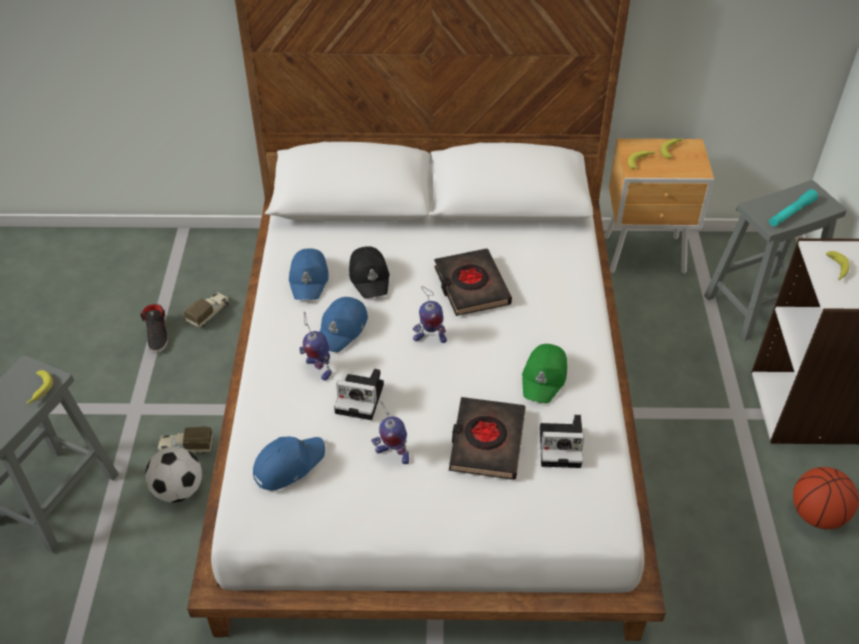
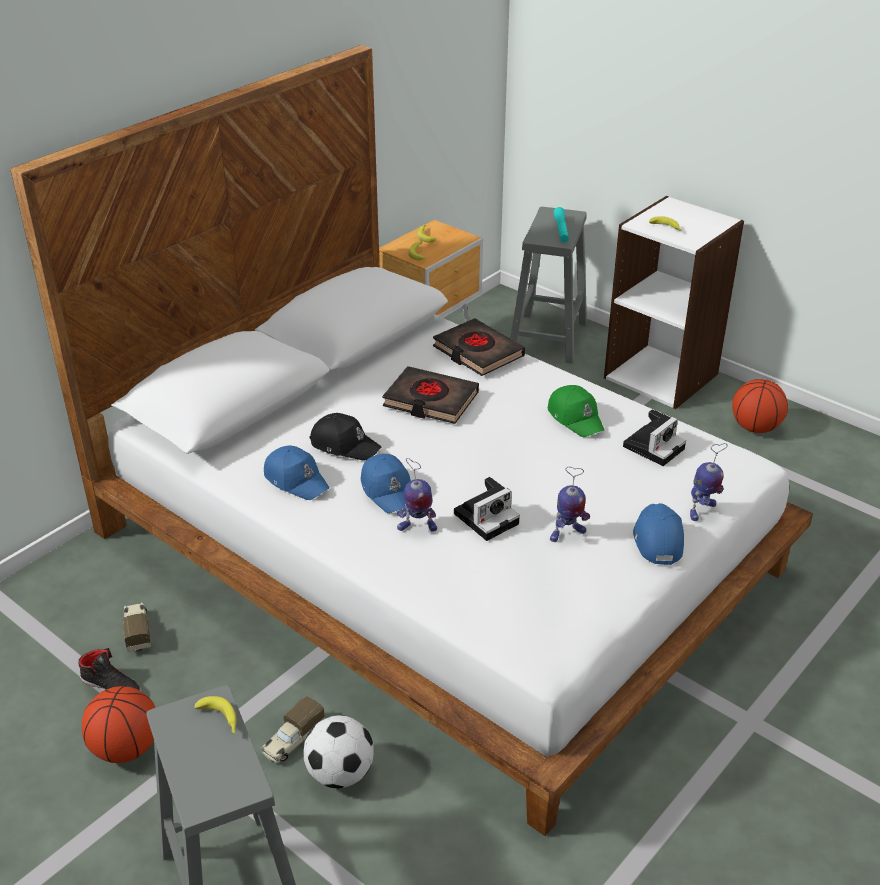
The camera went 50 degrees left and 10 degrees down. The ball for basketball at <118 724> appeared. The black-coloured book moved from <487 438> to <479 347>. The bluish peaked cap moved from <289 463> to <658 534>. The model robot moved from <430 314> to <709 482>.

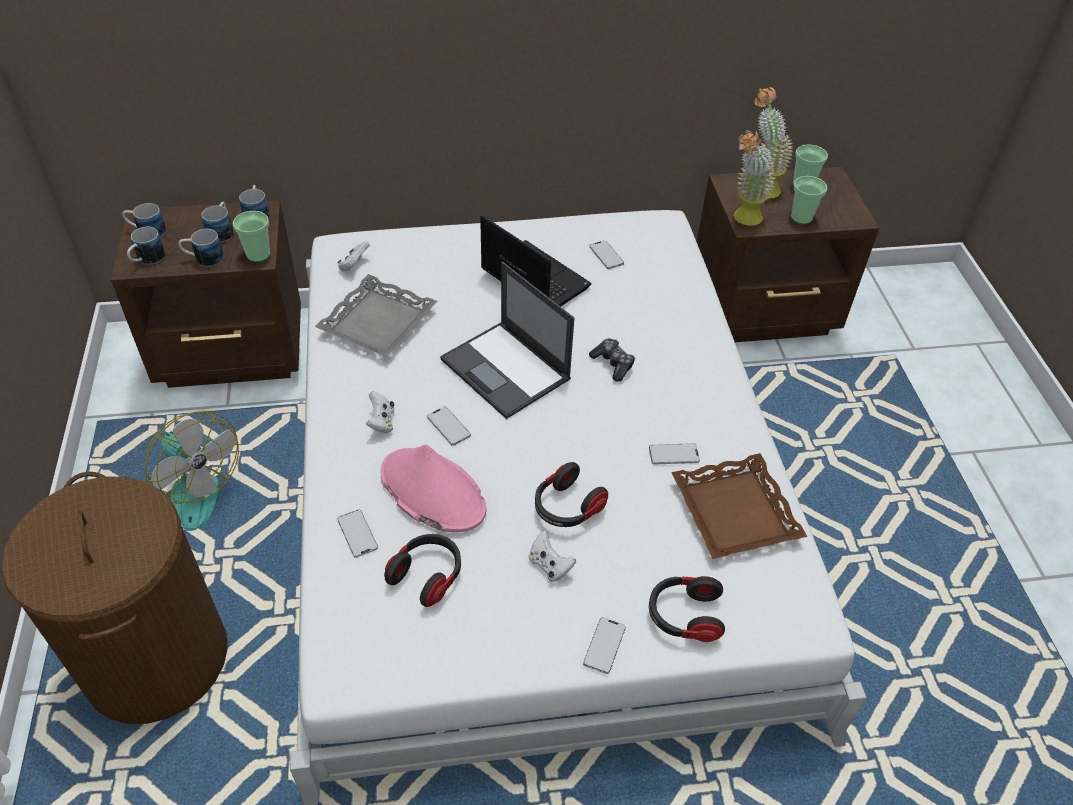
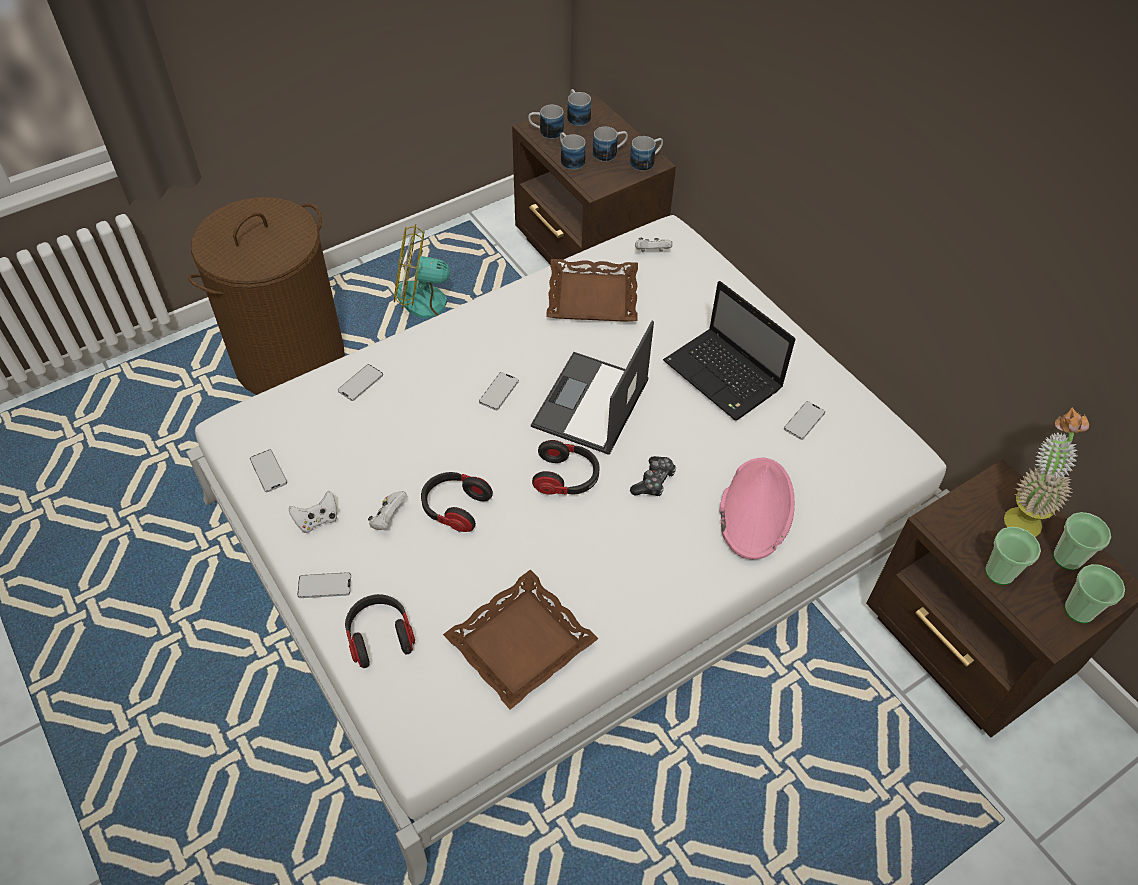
The camera went 65 degrees right and 5 degrees up. The phone moved from <674 454> to <268 471>. The whitish game controller moved from <380 412> to <313 512>. The fan at <192 471> turned 75 degrees clockwise. The headset moved from <422 570> to <566 467>. The grey serving tray at <376 315> became the brownish serving tray at <592 290>. The portable computer at <536 261> turned 120 degrees clockwise. The pink-coloured wearable hat moved from <433 488> to <757 508>. The drinking cup moved from <251 236> to <1094 593>. The plant in a pot at <755 178> disappeared.

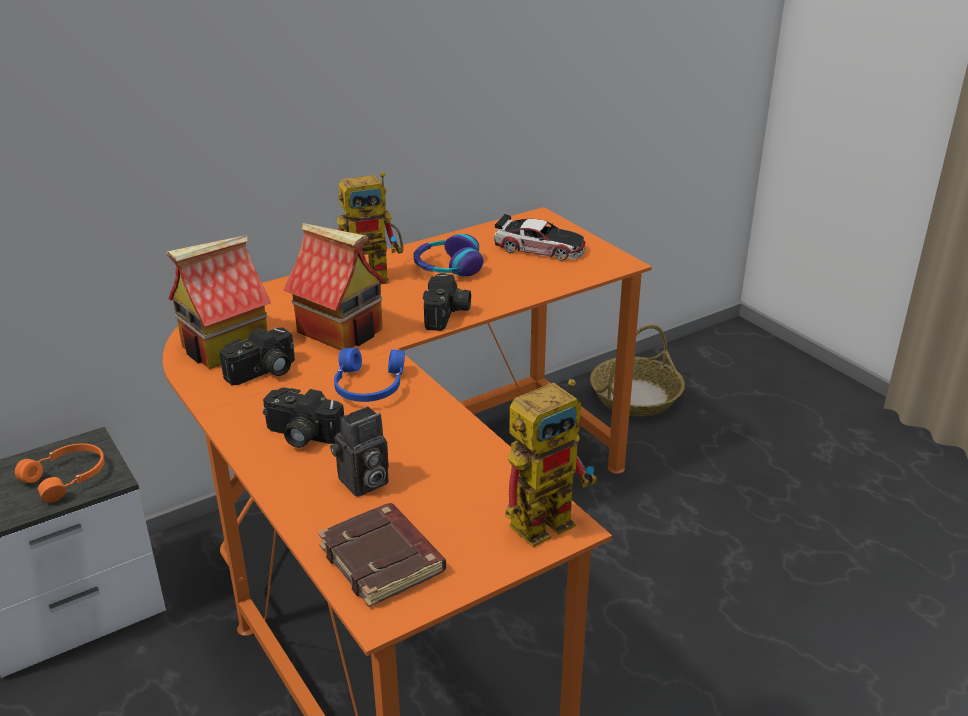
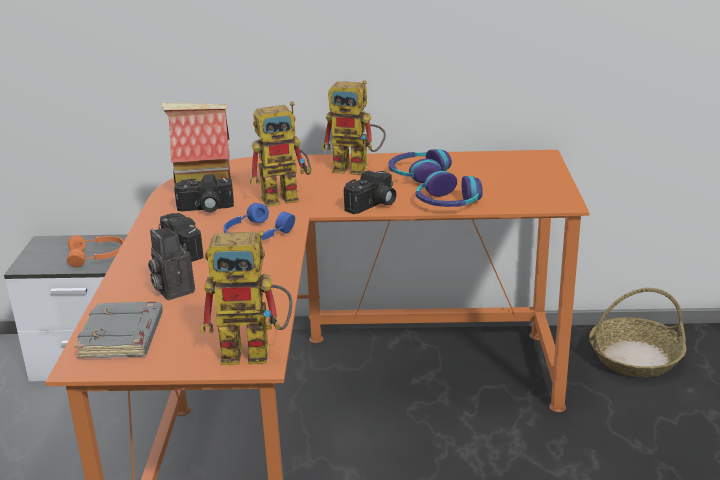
The camera went 35 degrees right and 5 degrees down. The brownish book at <382 555> became the grey book at <118 330>. The photo camera at <359 451> turned 60 degrees clockwise. The miniature house at <335 286> was replaced by the model robot at <280 154>. The headset at <449 189> appeared. The miniature car at <539 237> disappeared.

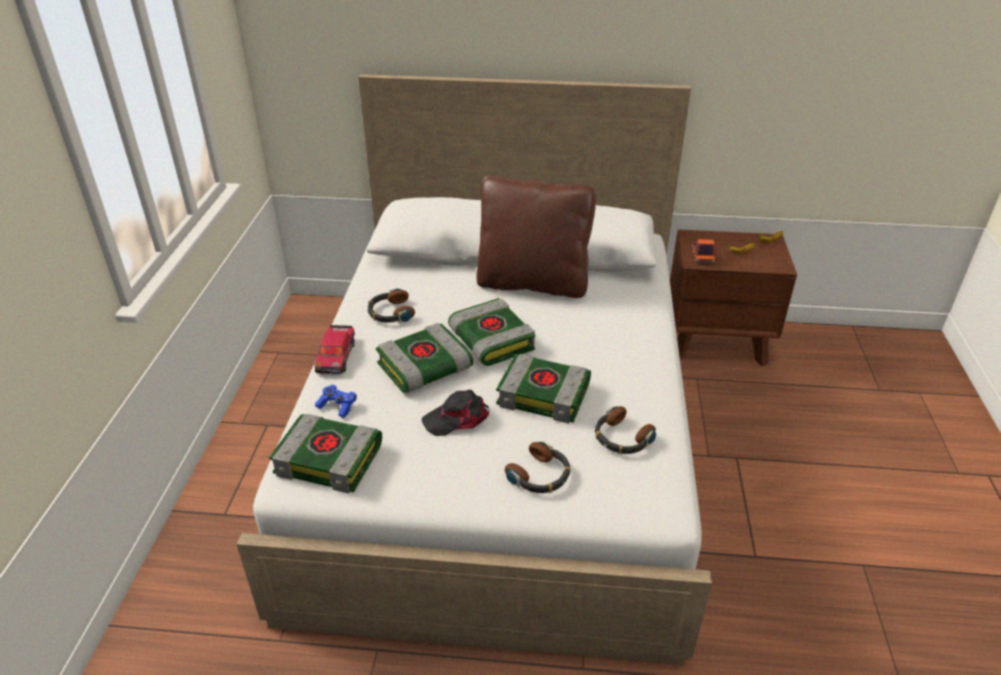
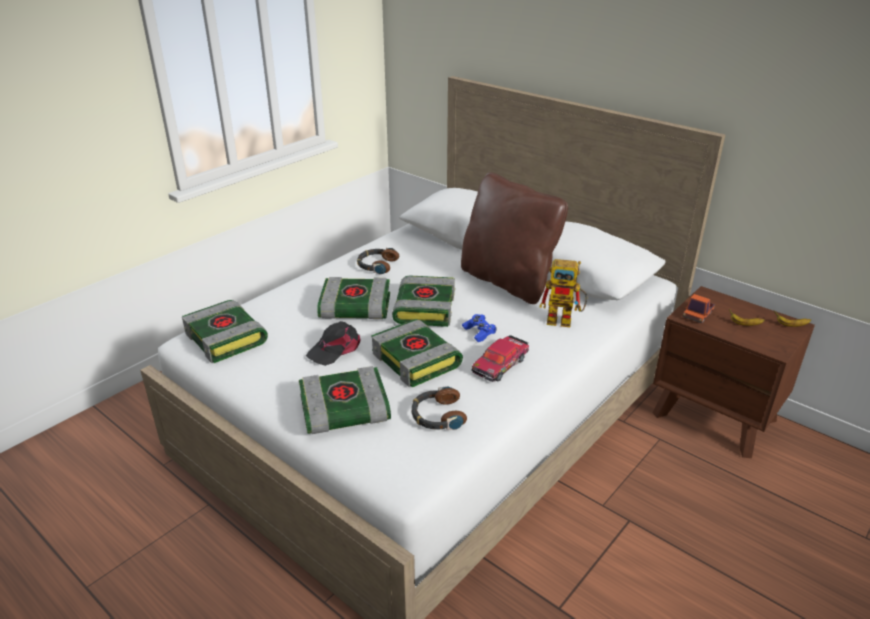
The camera went 35 degrees right and 5 degrees down. The headset at <537 467> was replaced by the book at <345 400>. The black-coloured peaked cap at <455 413> turned 60 degrees counterclockwise. The bluish game controller moved from <336 401> to <479 328>. The miniature car moved from <335 349> to <500 358>. The model robot at <563 293> appeared.

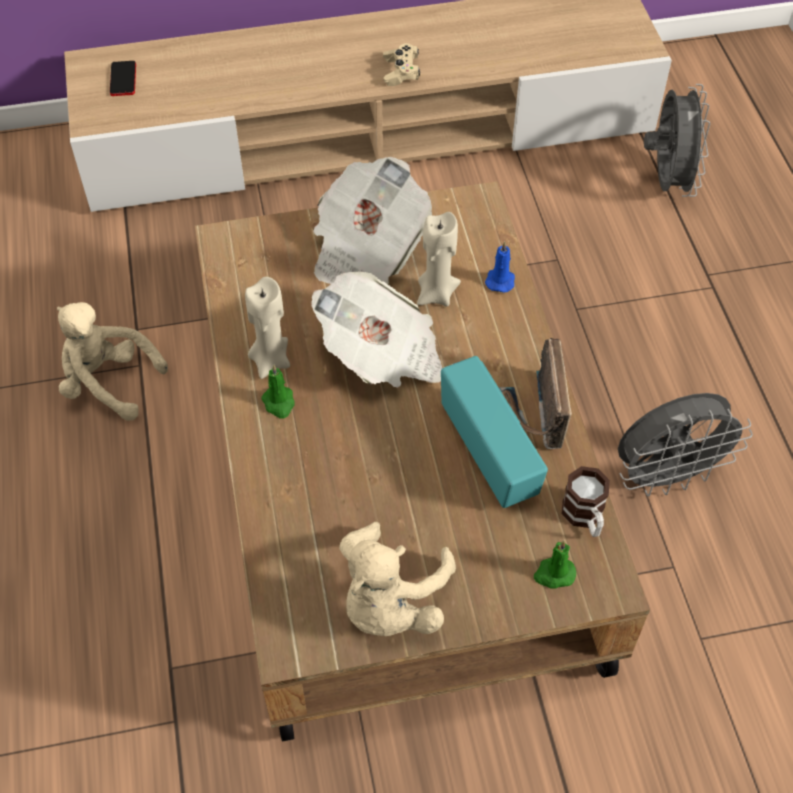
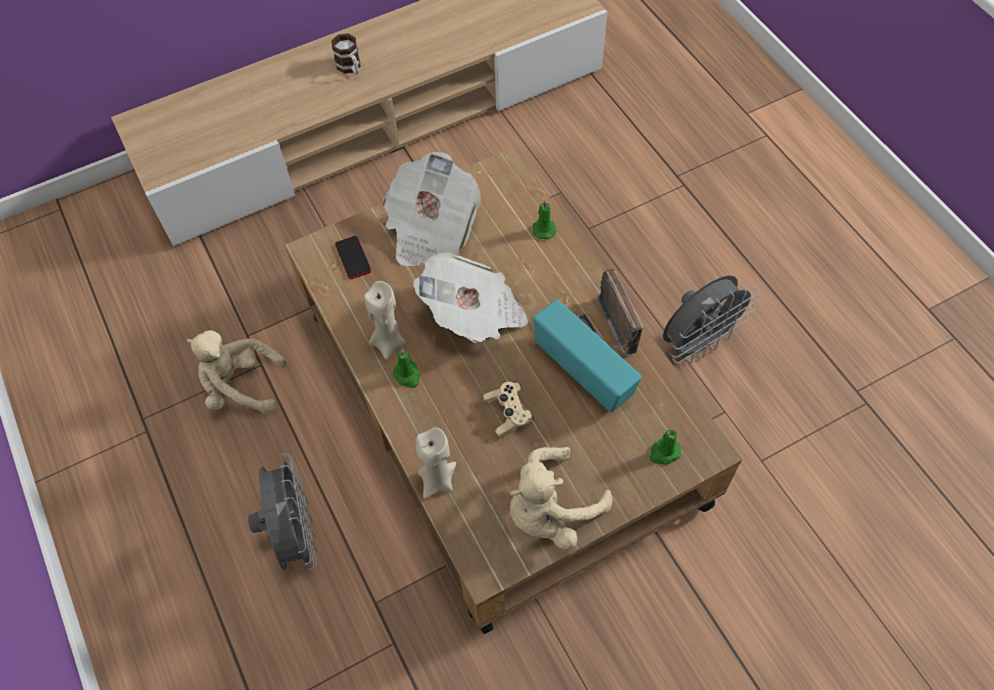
The camera went 15 degrees left and 5 degrees up. The grey fan moved from <677 140> to <282 512>. The coffee mug moved from <586 501> to <346 53>. The phone moved from <123 78> to <353 257>. The sand-coloured wax light moved from <439 259> to <436 463>. The sand-coloured game controller moved from <401 64> to <508 409>. The sand-coloured soft toy at <397 579> turned 45 degrees clockwise. The bluish wax light at <500 267> became the green wax light at <545 219>.

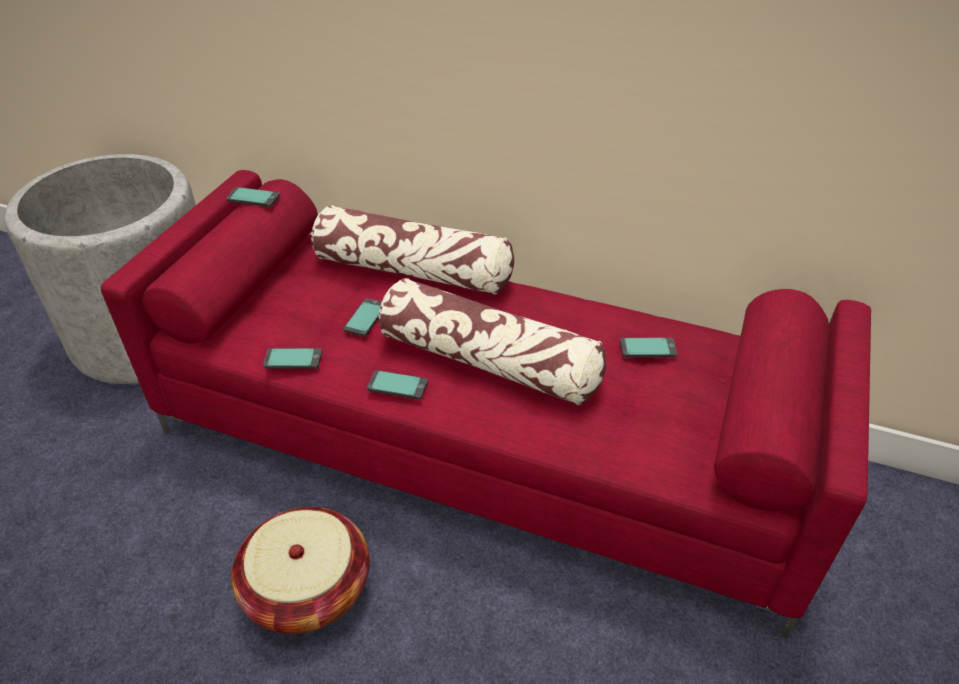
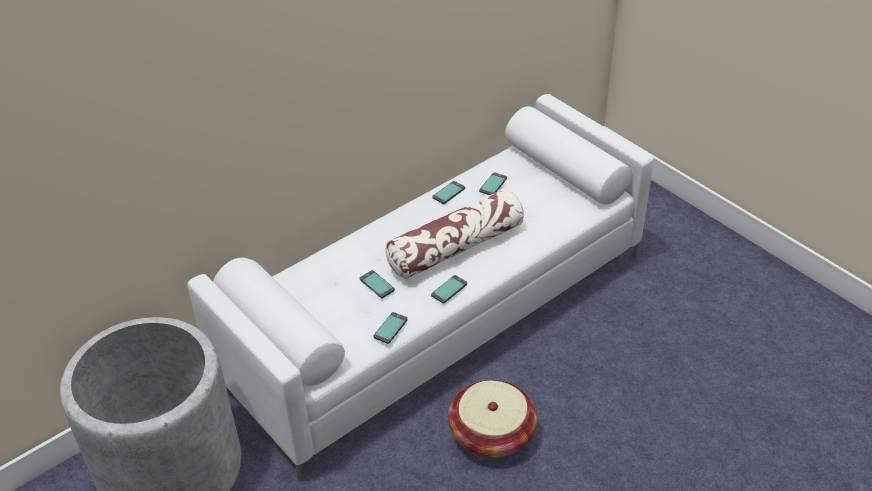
The camera went 60 degrees left and 0 degrees up. The red-coloured couch at <486 404> became the whitish couch at <420 287>. The phone moved from <253 197> to <449 192>. The pillow at <412 249> disappeared.

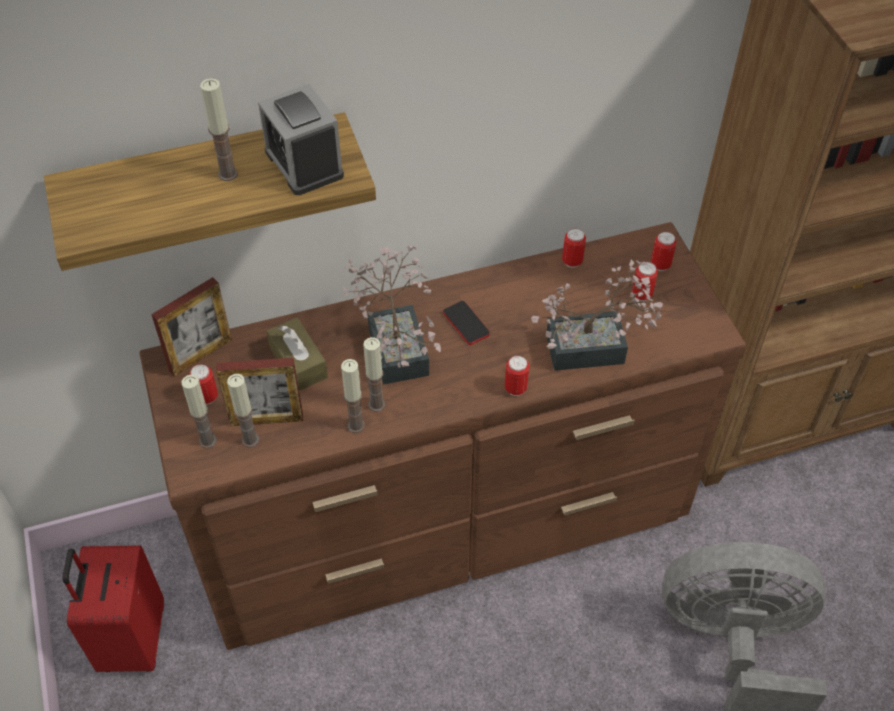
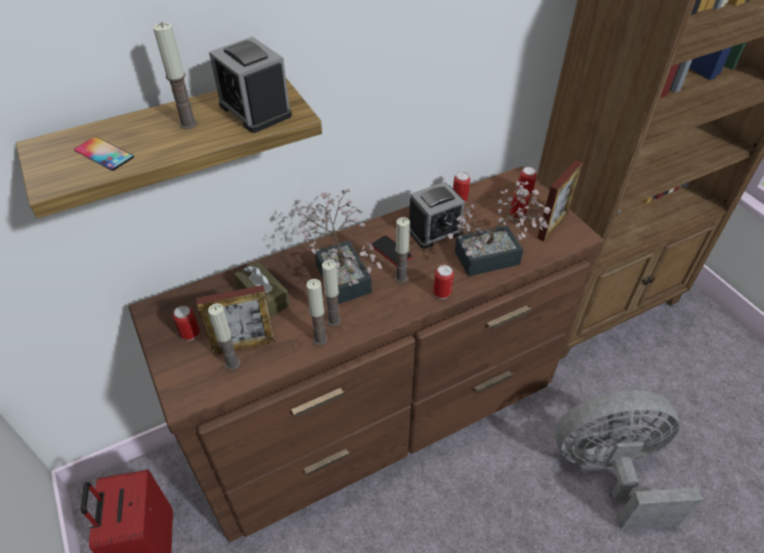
The camera went 10 degrees left and 5 degrees down. The phone at <104 154> appeared. The wax light moved from <199 411> to <402 250>. The alarm clock at <437 215> appeared. The standing frame moved from <191 327> to <560 200>.

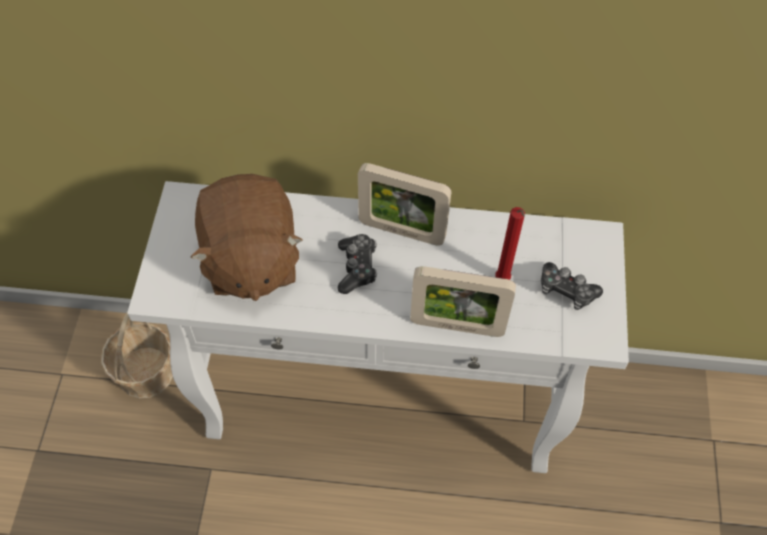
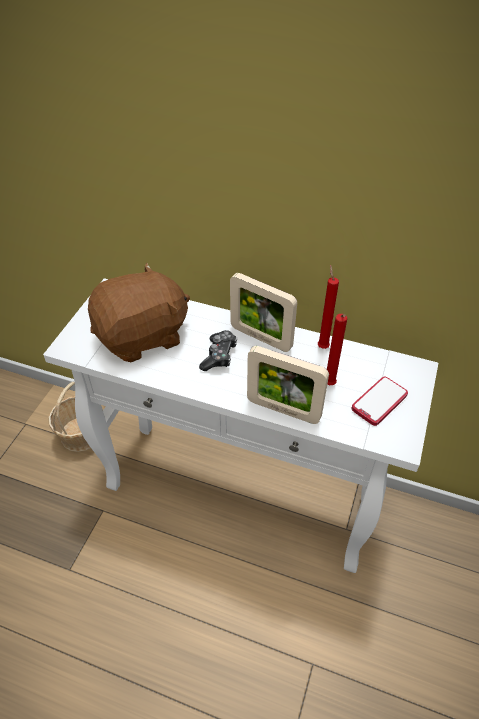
The camera went 15 degrees right and 10 degrees down. The brownish soft toy at <246 237> turned 120 degrees counterclockwise. The red-coloured wax light at <328 307> appeared. The game controller at <572 286> was replaced by the phone at <379 401>.

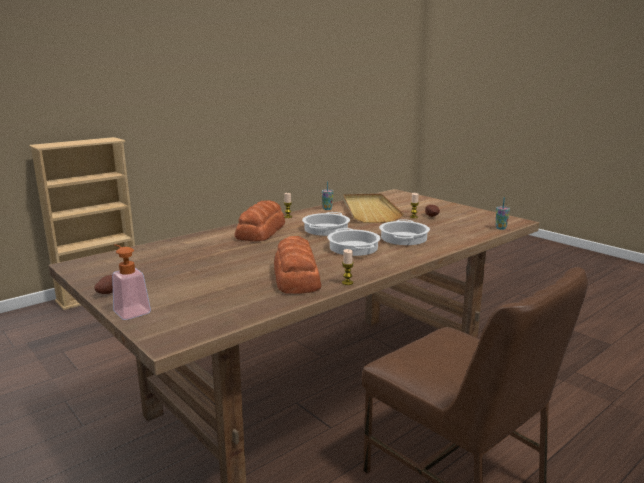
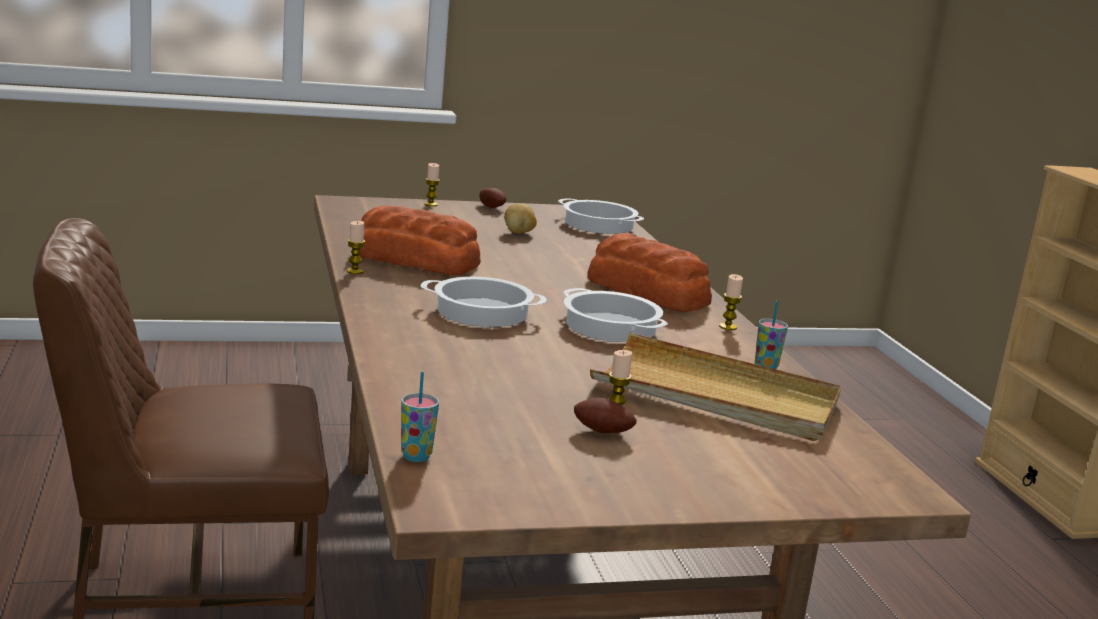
The camera went 115 degrees right and 0 degrees up. The soap dispenser at <131 282> was replaced by the wax light at <432 184>. The potato at <520 218> appeared. The stockpot moved from <404 232> to <601 216>.

